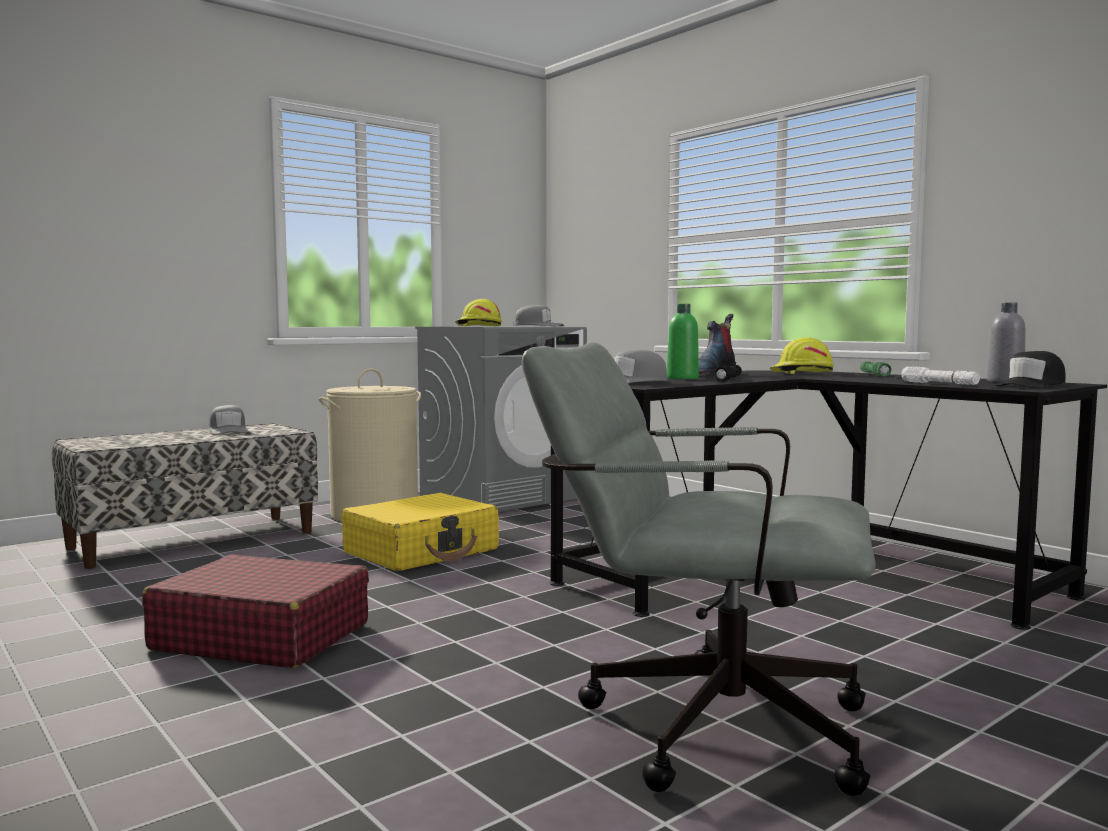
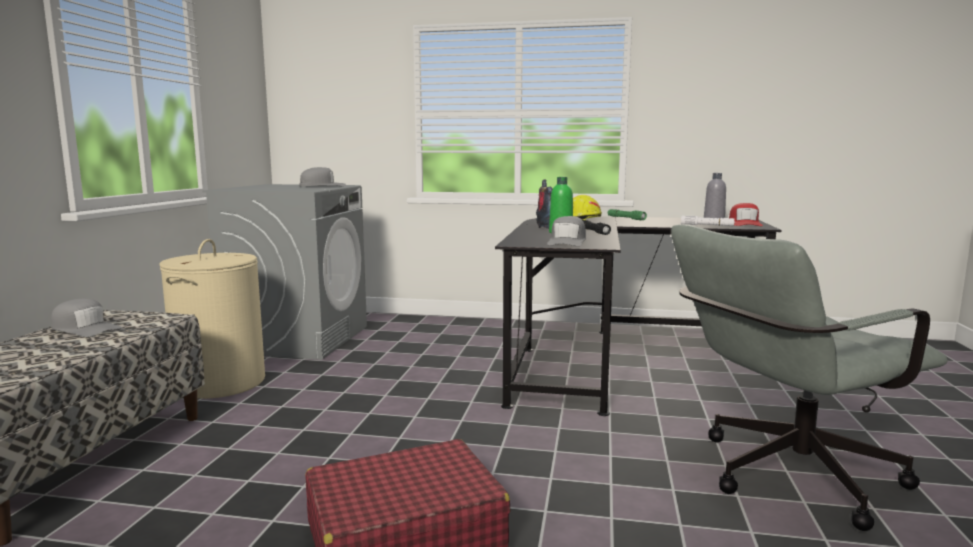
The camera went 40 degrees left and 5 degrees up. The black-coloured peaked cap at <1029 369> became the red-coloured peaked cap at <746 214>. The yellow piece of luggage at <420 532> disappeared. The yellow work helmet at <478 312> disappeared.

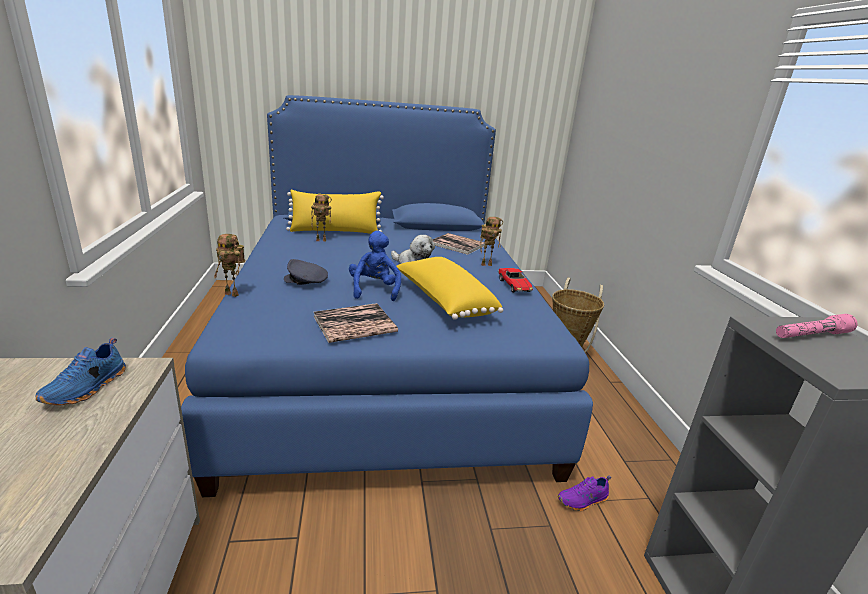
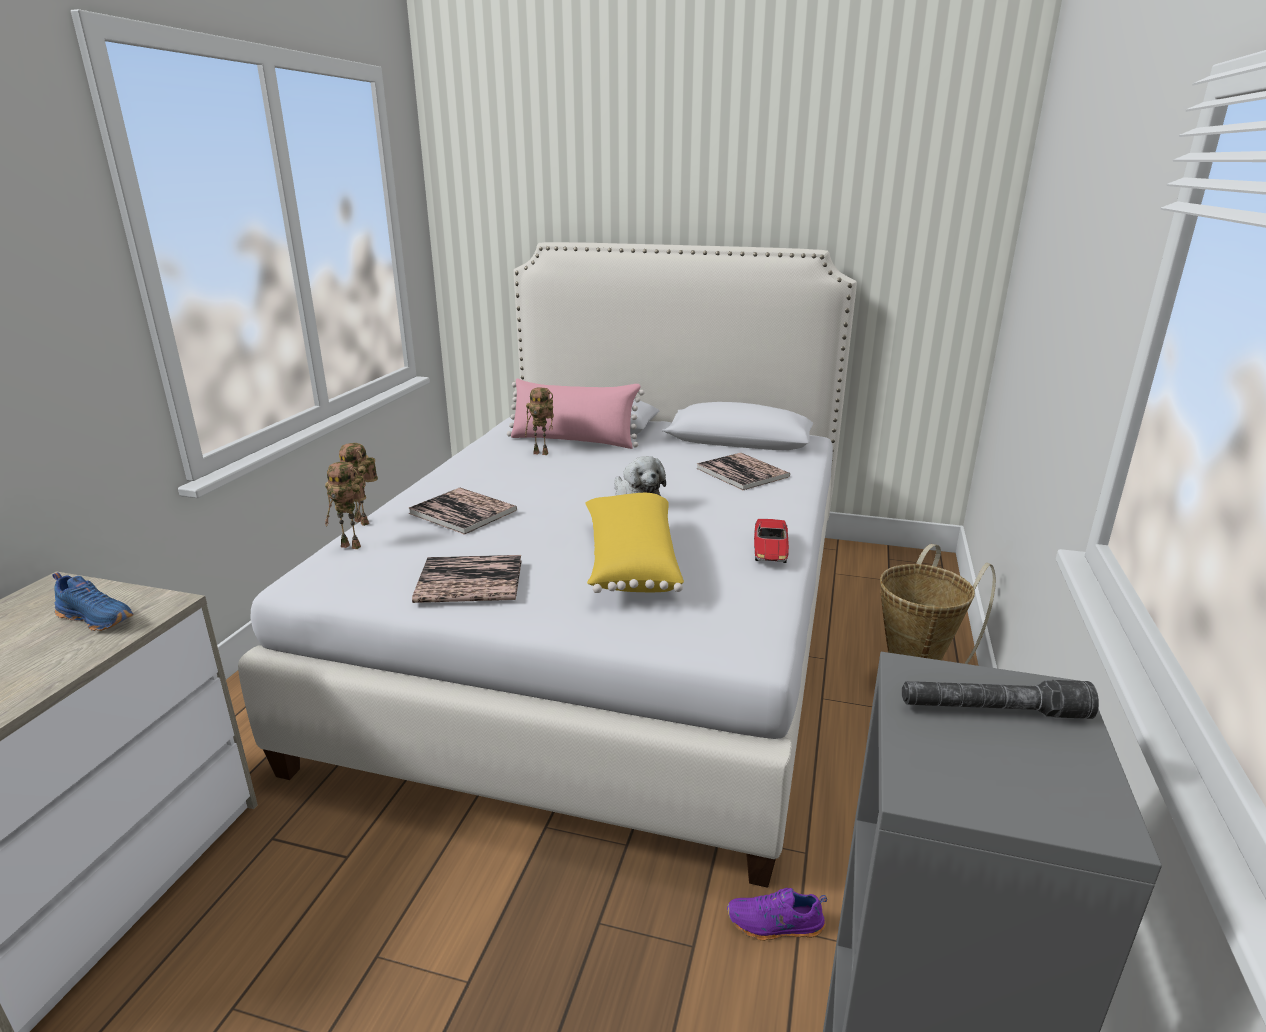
The camera went 25 degrees right and 0 degrees up. The bluish item of footwear at <81 371> turned 105 degrees counterclockwise. The bluish bed at <387 296> became the whitish bed at <547 565>. The model robot moved from <491 241> to <345 505>. The grey peaked cap at <306 272> was replaced by the book at <462 511>. The yellow pillow at <335 212> became the pink-coloured pillow at <576 413>. The pink-coloured torch at <816 326> became the grey torch at <1000 699>. The bluish soft toy at <375 266> disappeared.

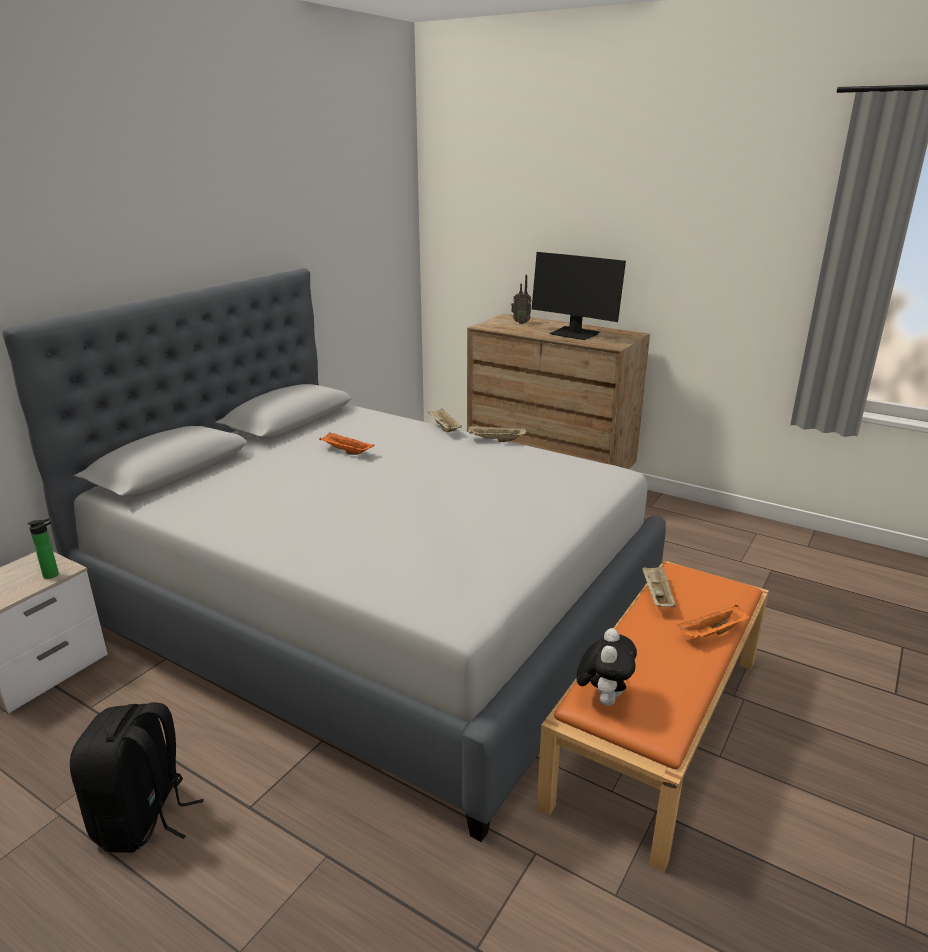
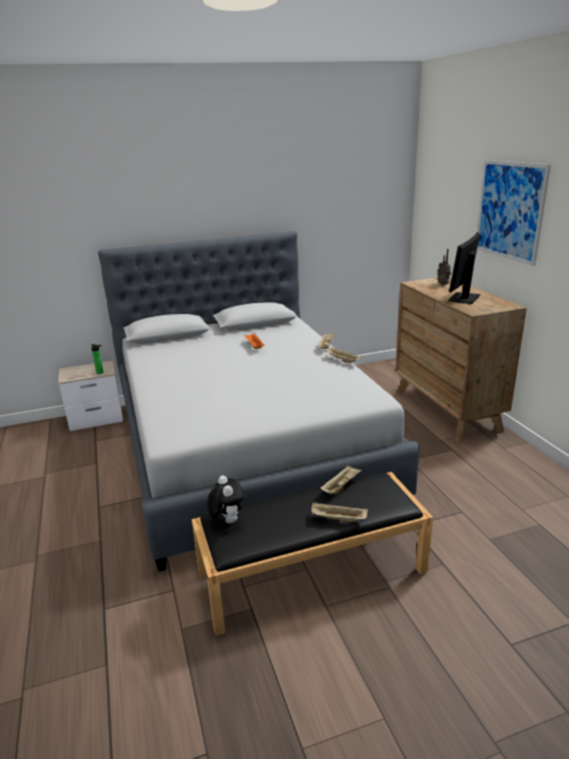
The camera went 40 degrees right and 0 degrees up. The orange-coloured bench at <652 716> became the black-coloured bench at <312 554>. The soft toy at <606 667> turned 75 degrees counterclockwise. The orange-coloured serving tray at <713 622> became the sand-coloured serving tray at <339 512>. The monitor at <579 296> turned 45 degrees clockwise. The picture at <514 213> appeared. The black-coloured rucksack at <136 777> disappeared.

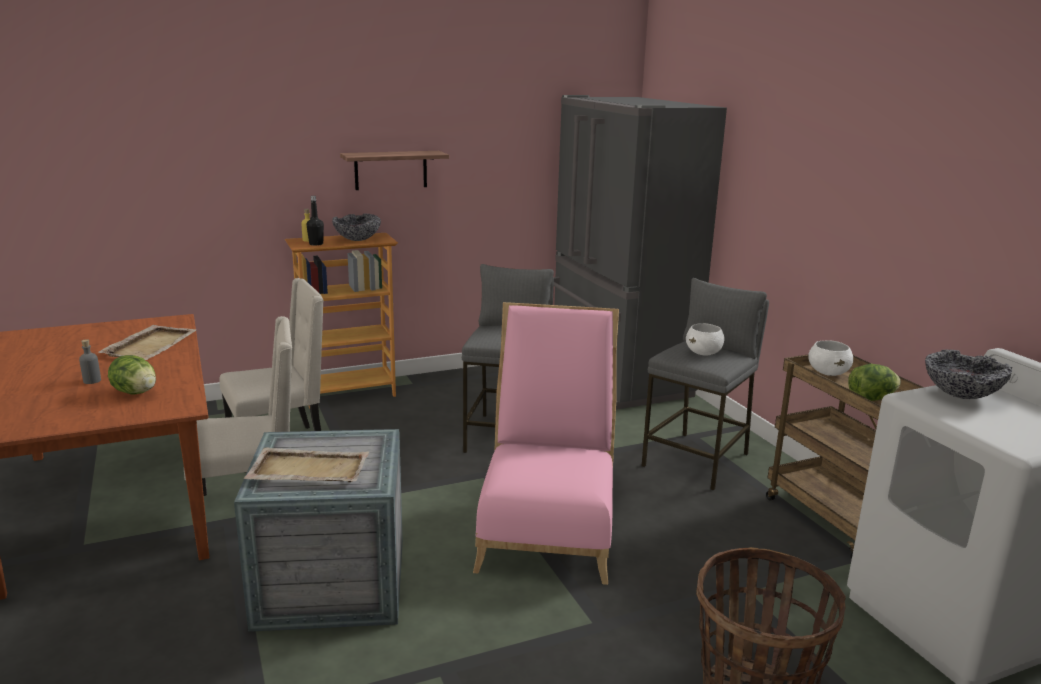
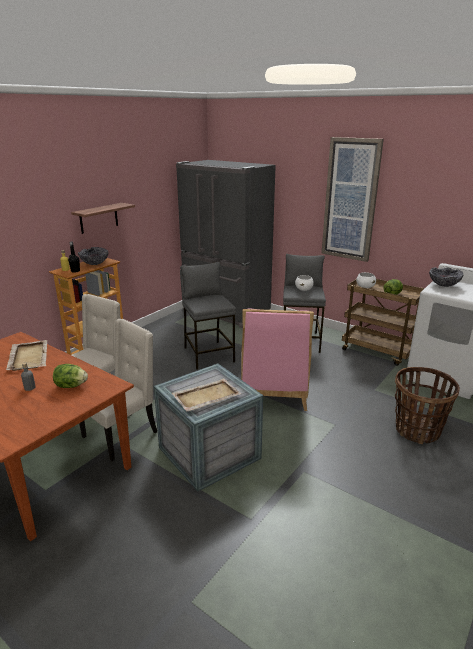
The camera went 30 degrees left and 5 degrees up. The pink-coloured chair at <546 443> turned 150 degrees counterclockwise. The picture at <352 199> appeared.

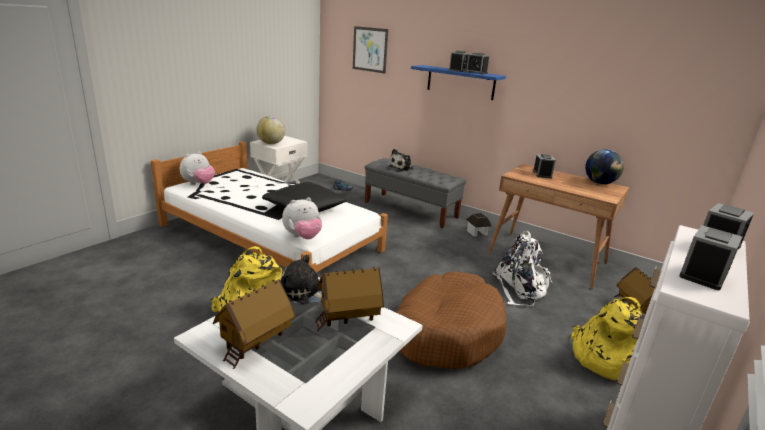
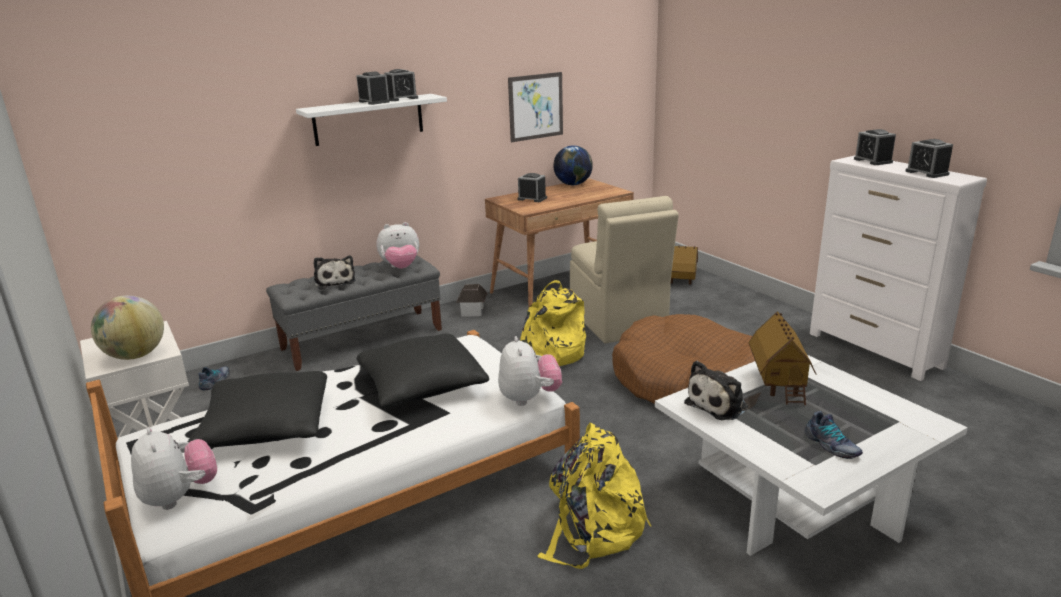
The camera went 65 degrees left and 0 degrees up. The black-coloured pillow at <257 409> appeared. The bluish shelf at <458 82> became the whitish shelf at <371 120>. The soft toy at <398 245> appeared. The picture moved from <371 50> to <535 107>. The yellow rucksack moved from <608 339> to <553 323>. The whitish rucksack at <523 268> was replaced by the sand-coloured chair at <624 269>. The miniature house at <254 324> was replaced by the item of footwear at <834 435>.

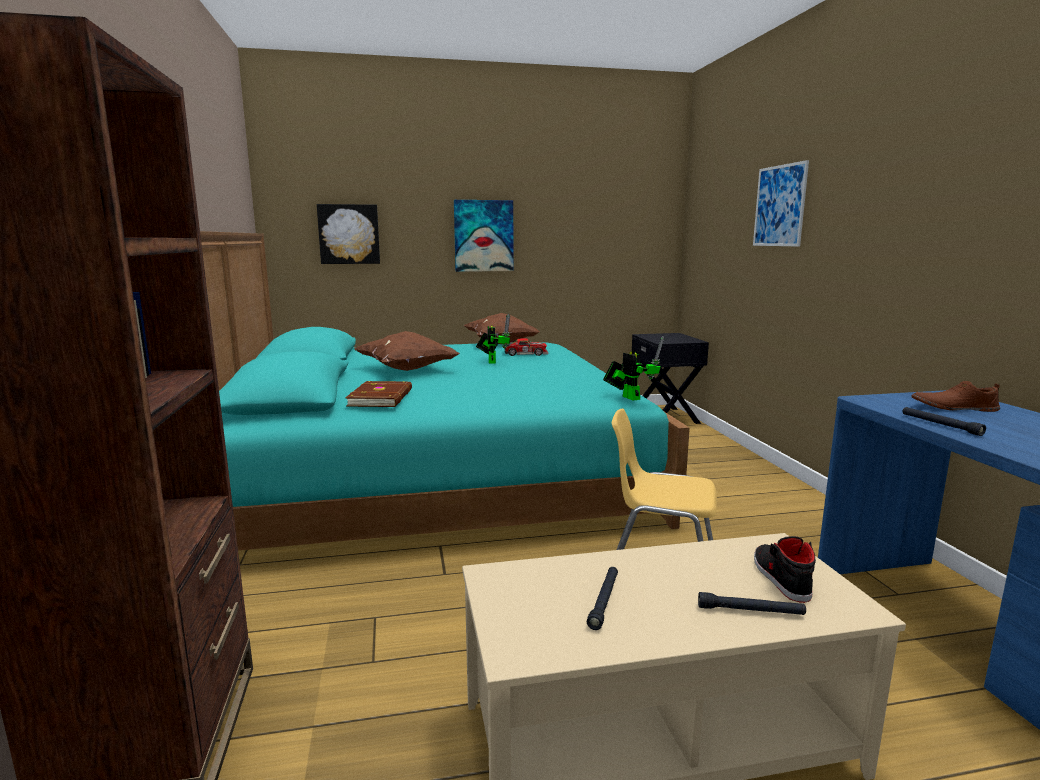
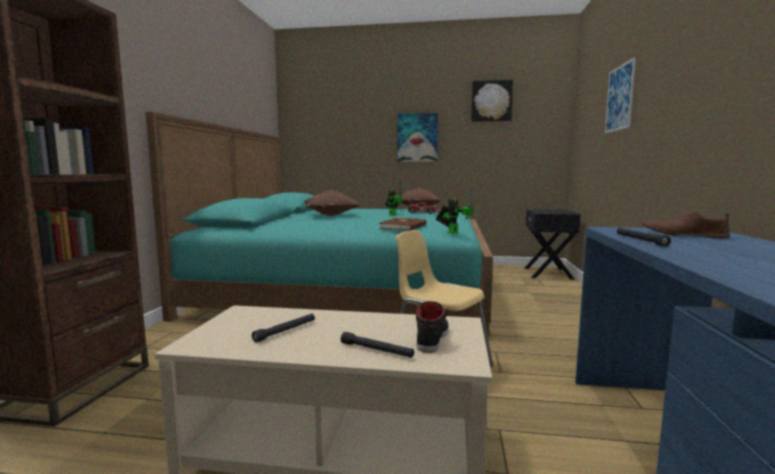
The camera went 20 degrees right and 5 degrees down. The brownish book moved from <378 394> to <402 224>. The picture moved from <348 234> to <492 101>.

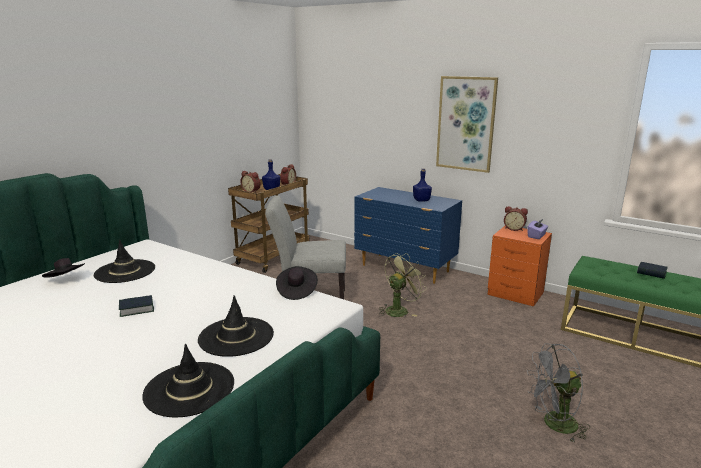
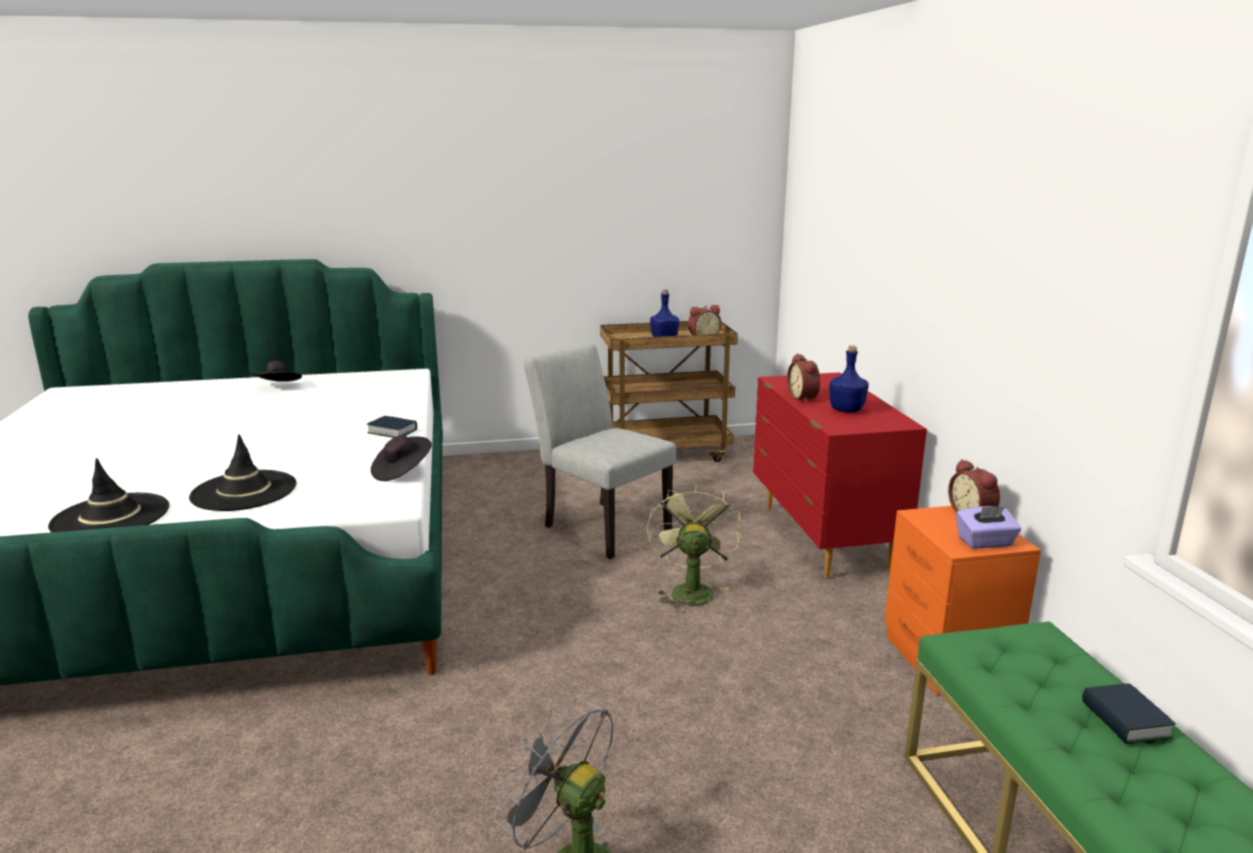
The camera went 45 degrees right and 0 degrees up. The book moved from <136 306> to <392 427>. The green fan at <403 285> turned 90 degrees counterclockwise. The bluish dresser at <408 235> became the red-coloured dresser at <840 475>. The alarm clock moved from <250 182> to <803 378>. The black-coloured wearable hat at <124 261> disappeared. The picture at <467 124> disappeared.

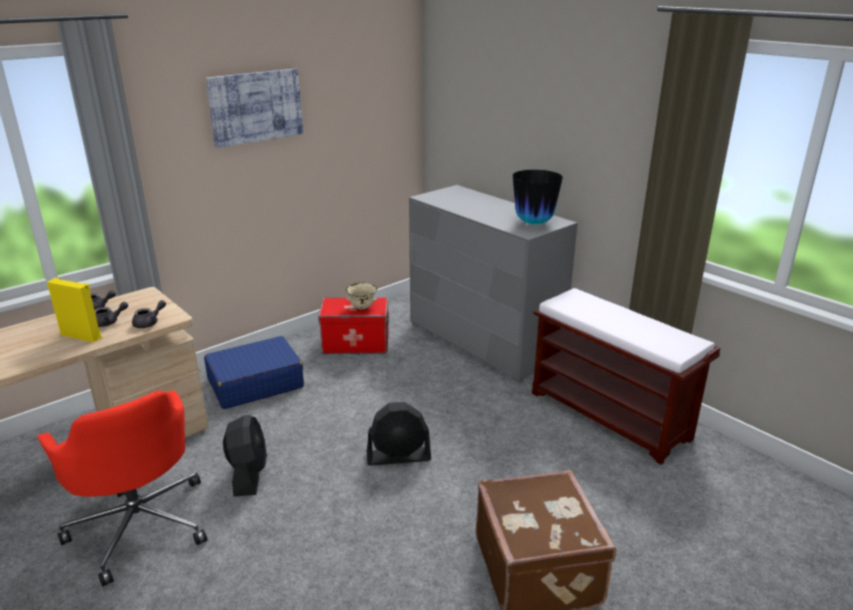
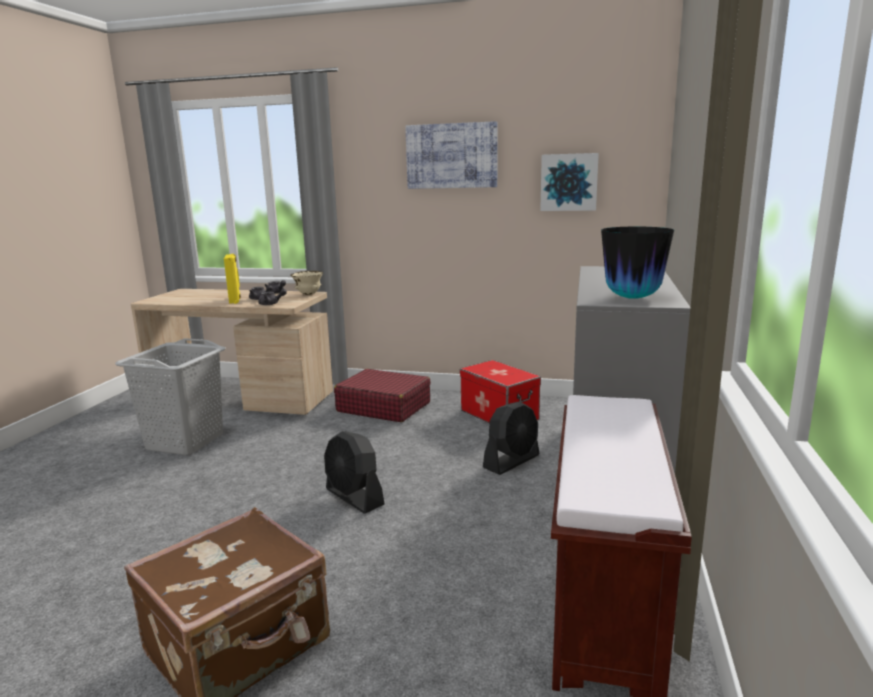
The camera went 55 degrees right and 10 degrees down. The red-coloured desk chair at <122 488> was replaced by the grey washing basket at <170 396>. The sand-coloured bowl moved from <361 296> to <306 283>. The bluish piece of luggage at <254 372> became the red-coloured piece of luggage at <382 395>. The black-coloured fan moved from <245 456> to <511 438>. The picture at <569 182> appeared.

